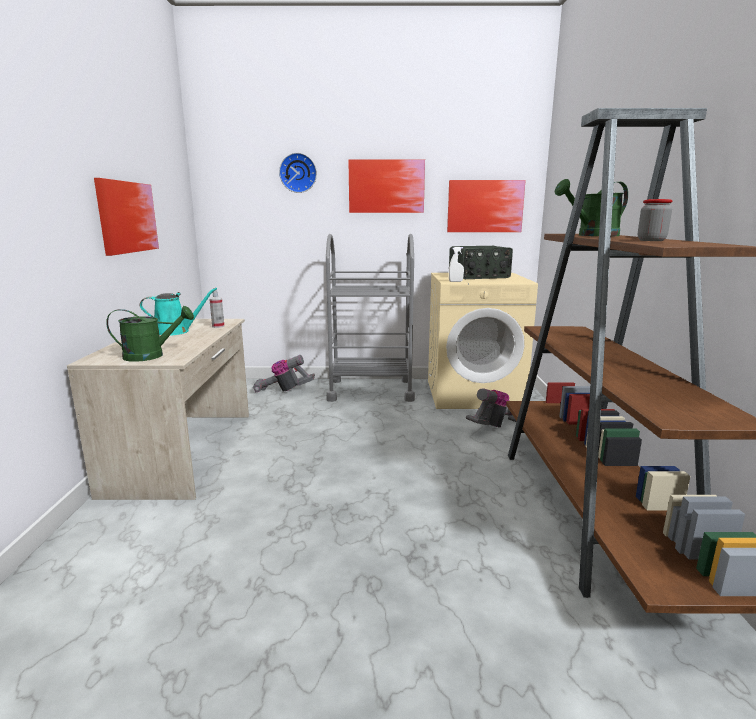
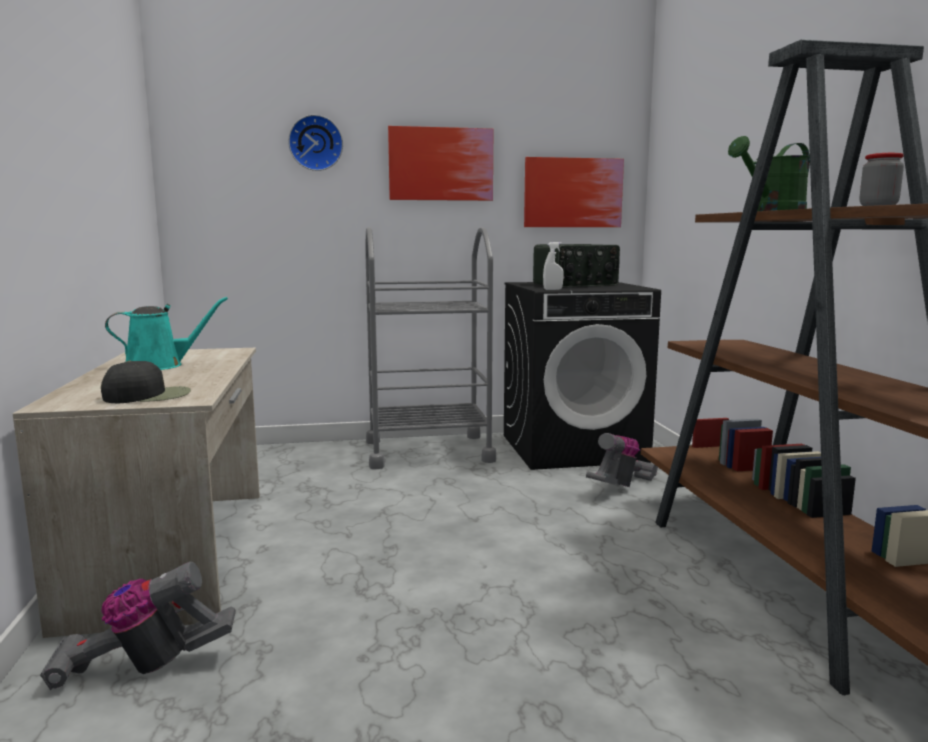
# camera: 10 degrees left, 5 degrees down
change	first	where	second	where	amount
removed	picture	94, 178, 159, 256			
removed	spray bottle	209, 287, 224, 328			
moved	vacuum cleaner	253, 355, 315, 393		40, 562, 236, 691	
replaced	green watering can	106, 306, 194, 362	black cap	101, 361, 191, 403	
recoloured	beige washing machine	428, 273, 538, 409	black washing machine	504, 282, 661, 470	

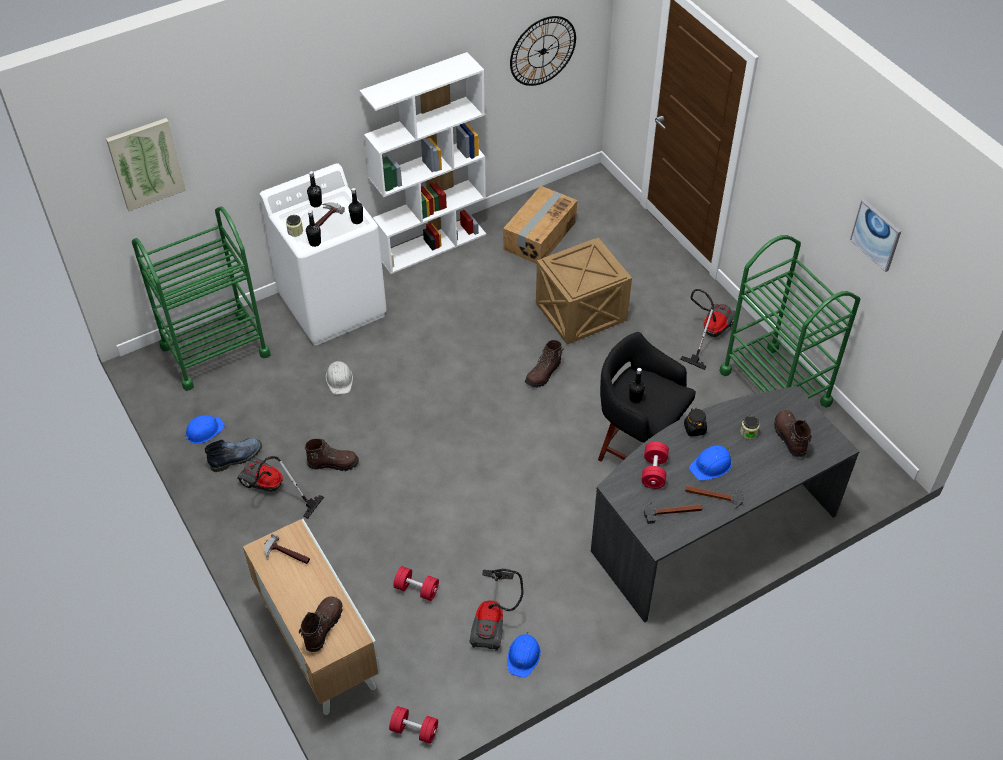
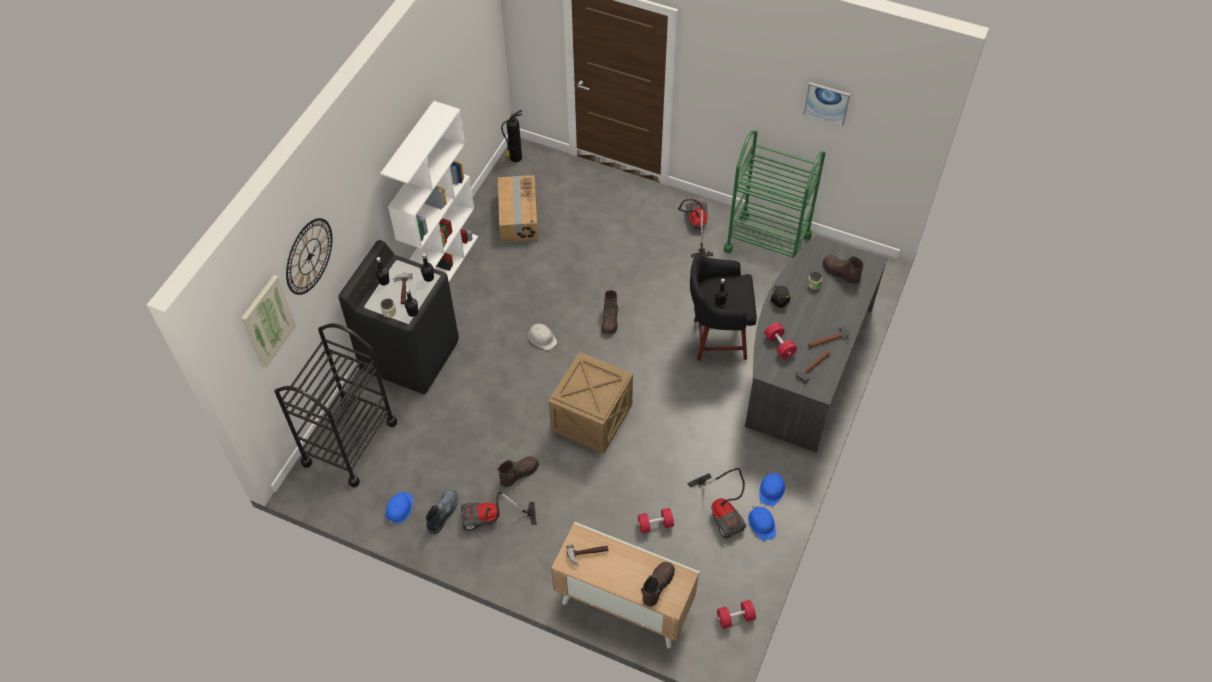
# camera: 35 degrees left, 5 degrees up
change	first	where	second	where	amount
added			fire extinguisher	501, 110, 523, 162	
moved	white hard hat	326, 361, 353, 395		528, 324, 558, 350	
moved	wall clock	510, 16, 576, 86		286, 218, 332, 295	
moved	crate	536, 237, 632, 344		549, 352, 633, 454	
moved	blue hard hat	689, 445, 732, 481		759, 472, 785, 506	
recoloured	green cart	132, 206, 271, 391	black cart	274, 323, 397, 487	
recoloured	white washing machine	259, 163, 387, 346	black washing machine	338, 240, 459, 394	
turned	brown boot	299, 596, 343, 652		641, 562, 675, 607	45 degrees clockwise

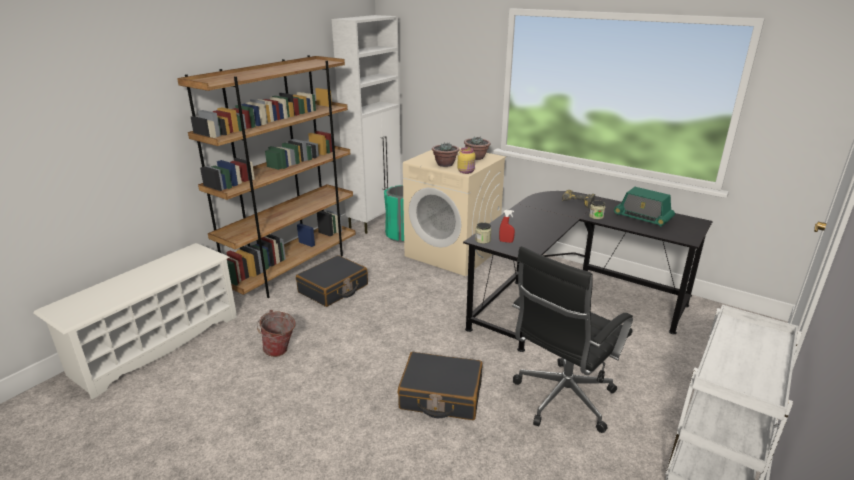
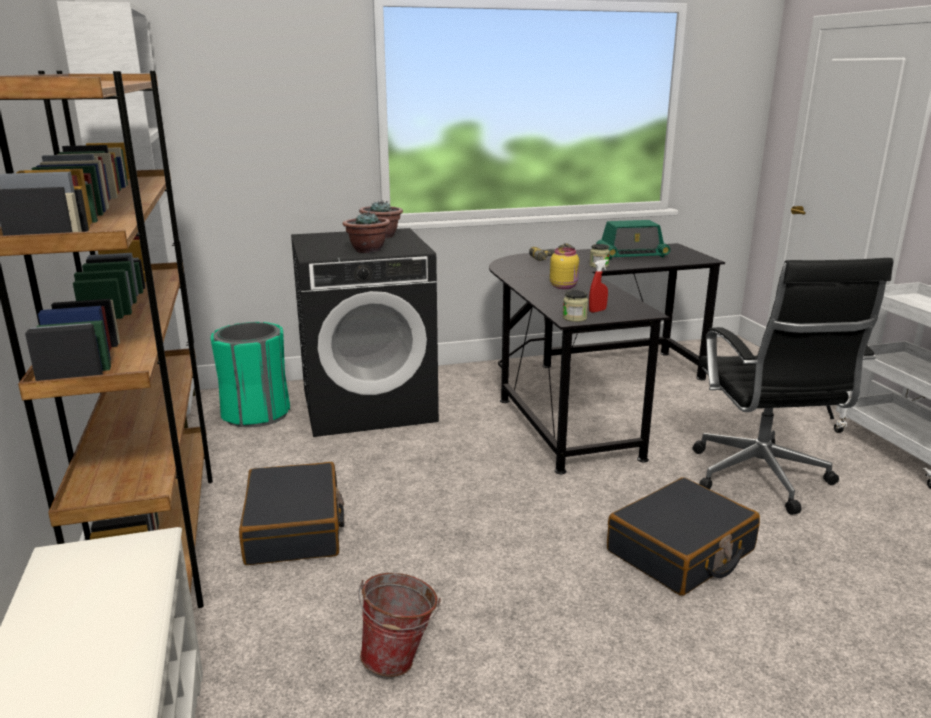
# camera: 50 degrees left, 5 degrees down
change	first	where	second	where	amount
moved	yellow jar	458, 147, 475, 174		550, 247, 579, 289	
recoloured	beige washing machine	403, 148, 506, 276	black washing machine	291, 228, 439, 437	

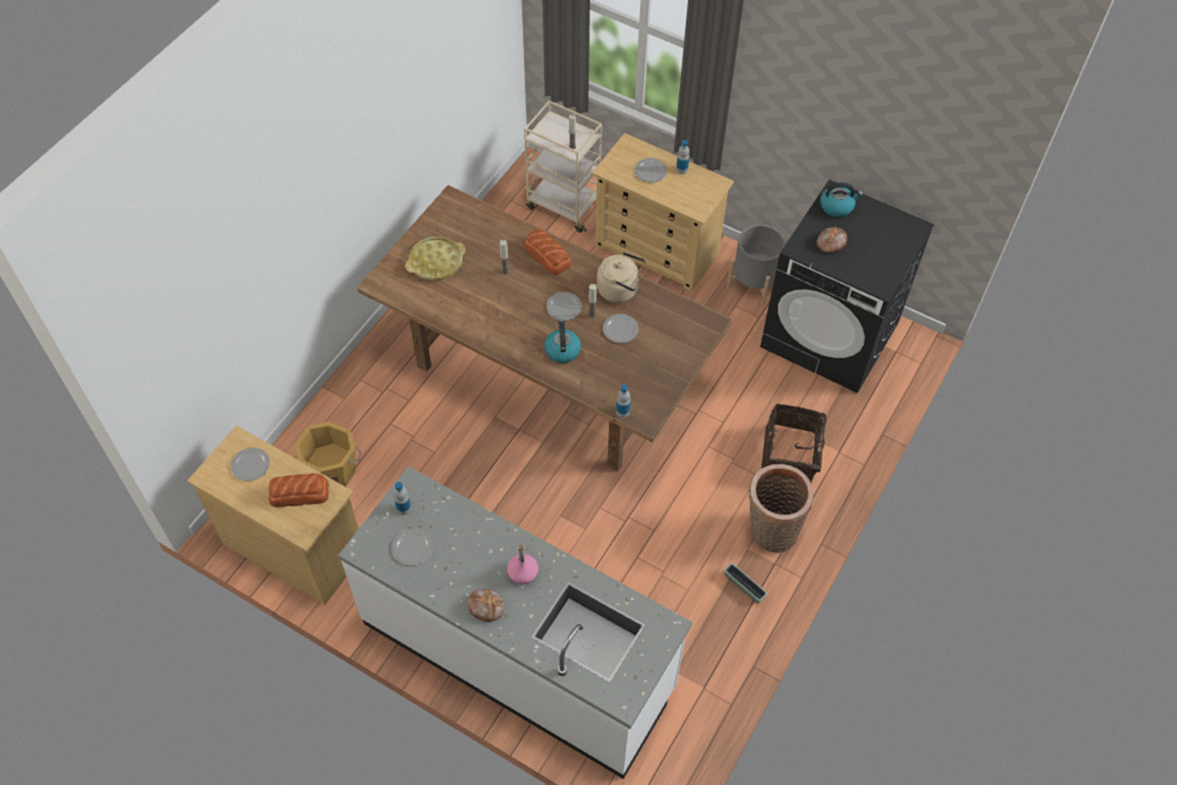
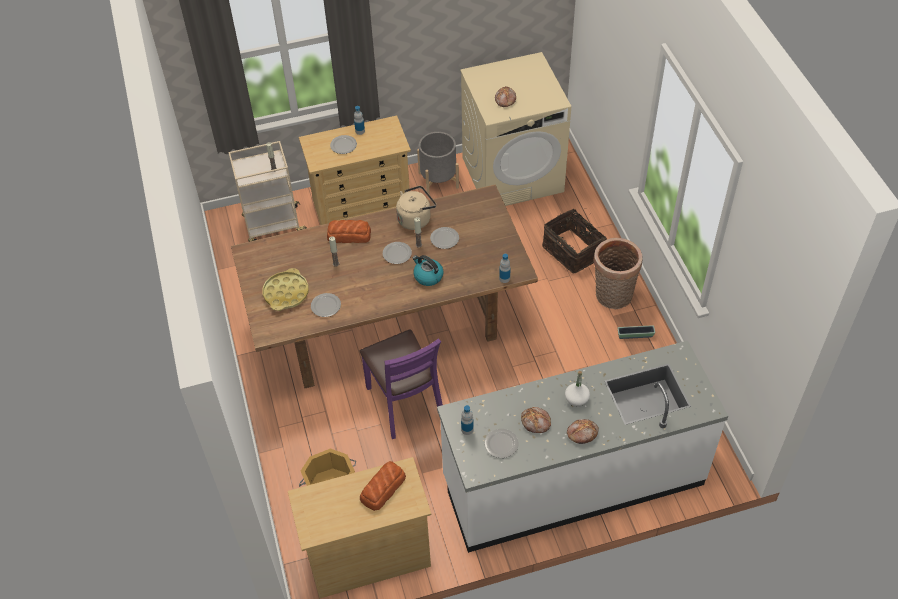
# camera: 45 degrees left, 5 degrees down
change	first	where	second	where	amount
removed	kettle	820, 182, 863, 217			
added			purple chair	359, 329, 443, 439	
added			bread	521, 407, 551, 433	
moved	plate	231, 448, 270, 481		311, 293, 341, 317	
recoloured	pink bottle	507, 545, 538, 584	white bottle	565, 371, 590, 407	
recoloured	black washing machine	760, 180, 934, 393	beige washing machine	460, 52, 571, 206	

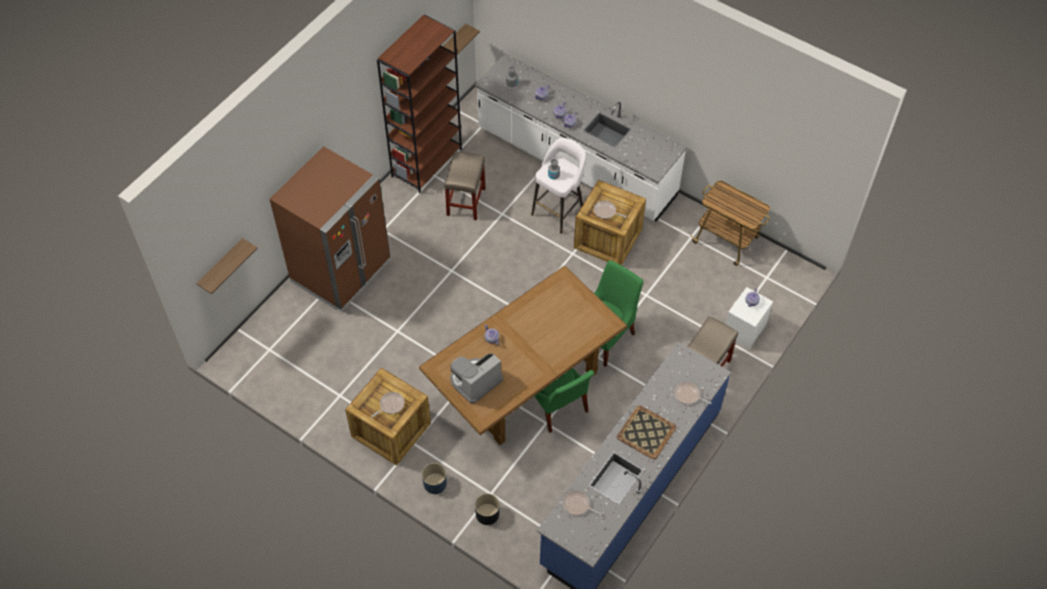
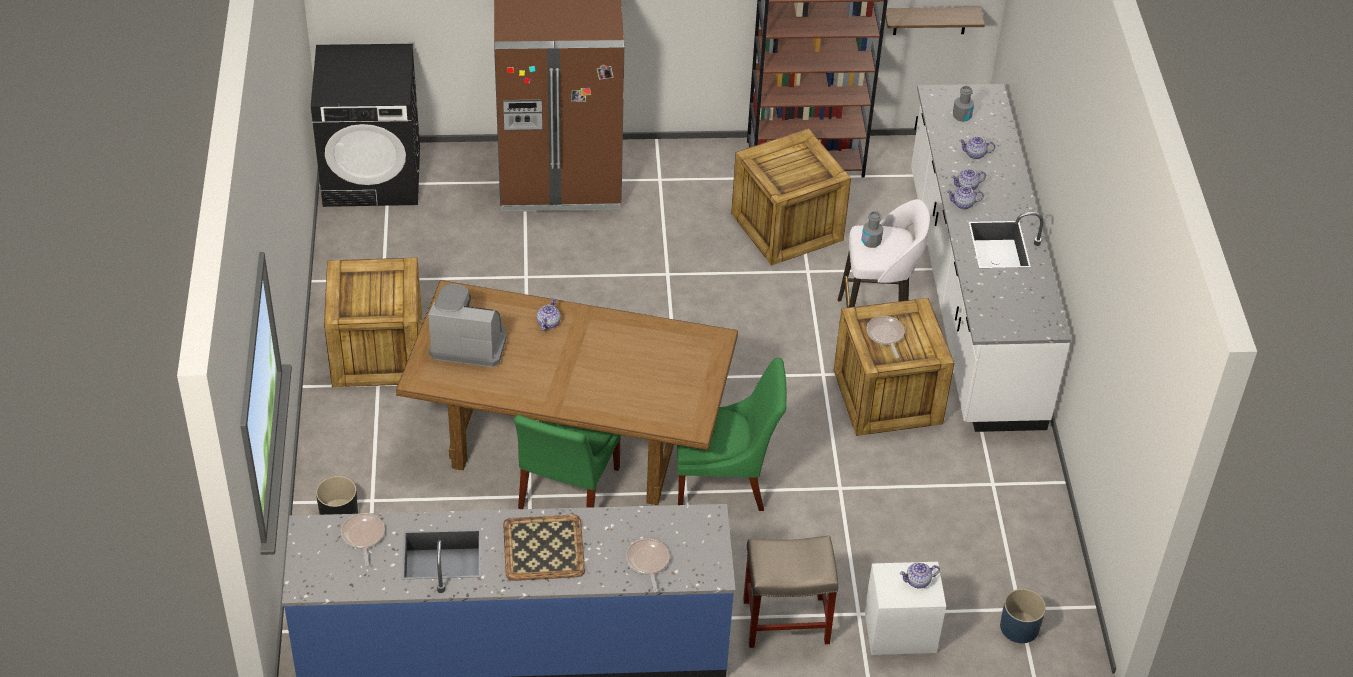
# camera: 50 degrees right, 10 degrees down
change	first	where	second	where	amount
removed	shelf	196, 238, 258, 294			
removed	frying pan	371, 392, 404, 418			
removed	cart	690, 181, 770, 266			
added			black washing machine	311, 44, 420, 207	
moved	blue planter	422, 463, 447, 494		1000, 589, 1046, 643	
replaced	beige stool	444, 152, 485, 220	crate	731, 128, 851, 266	

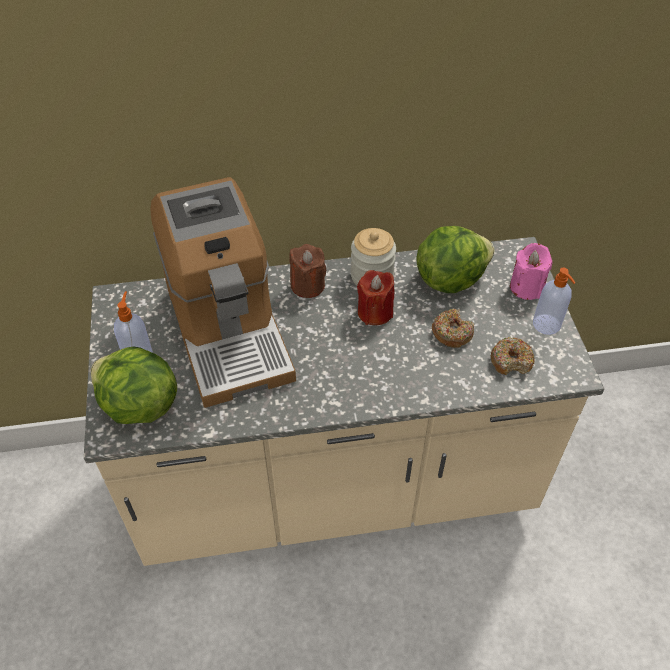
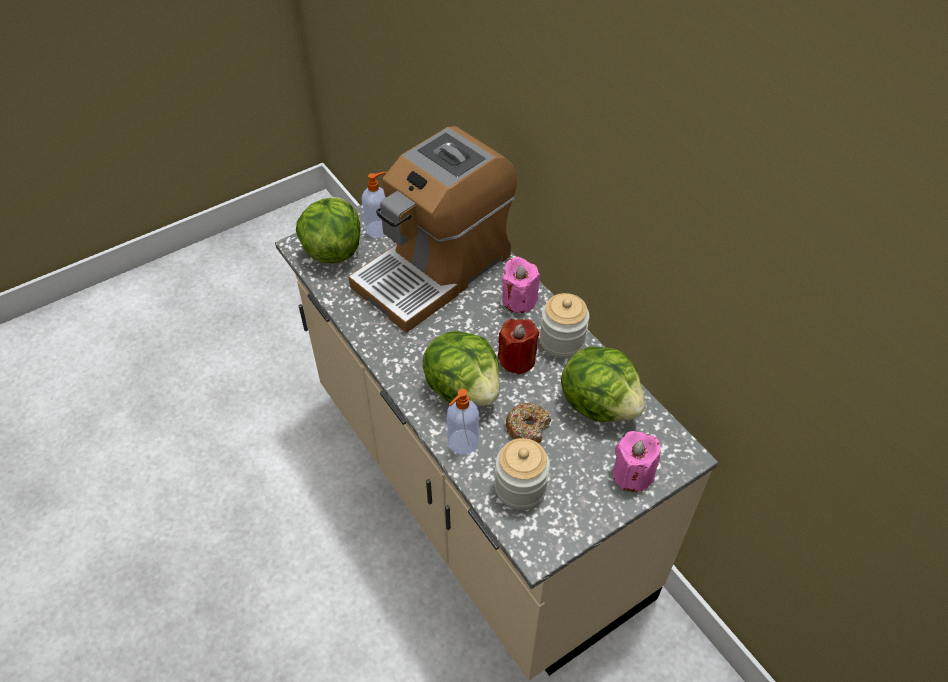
# camera: 65 degrees right, 0 degrees up
change	first	where	second	where	amount
added			lettuce	423, 331, 500, 406	
moved	soap dispenser	533, 268, 576, 335		447, 389, 479, 455	
replaced	donut	491, 337, 535, 375	jar	495, 438, 550, 510	
recoloured	brown candle	289, 244, 327, 298	pink candle	502, 257, 540, 313	

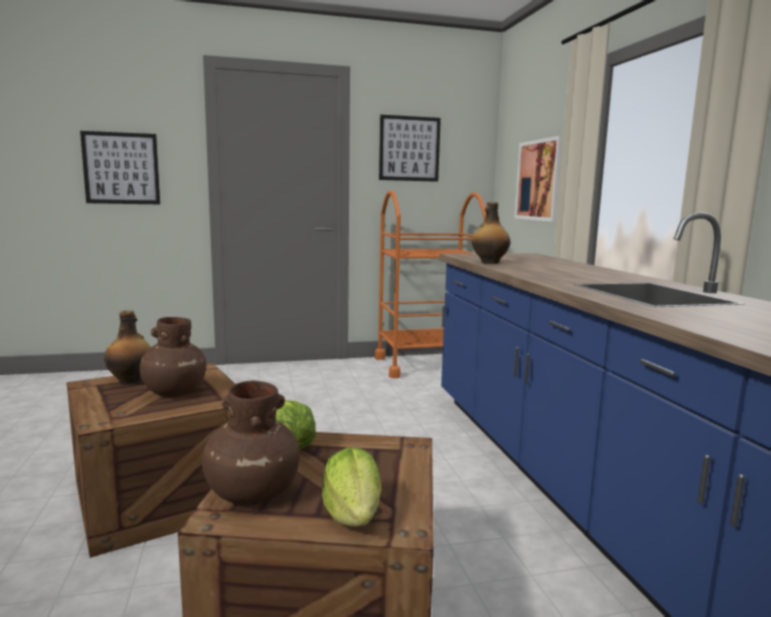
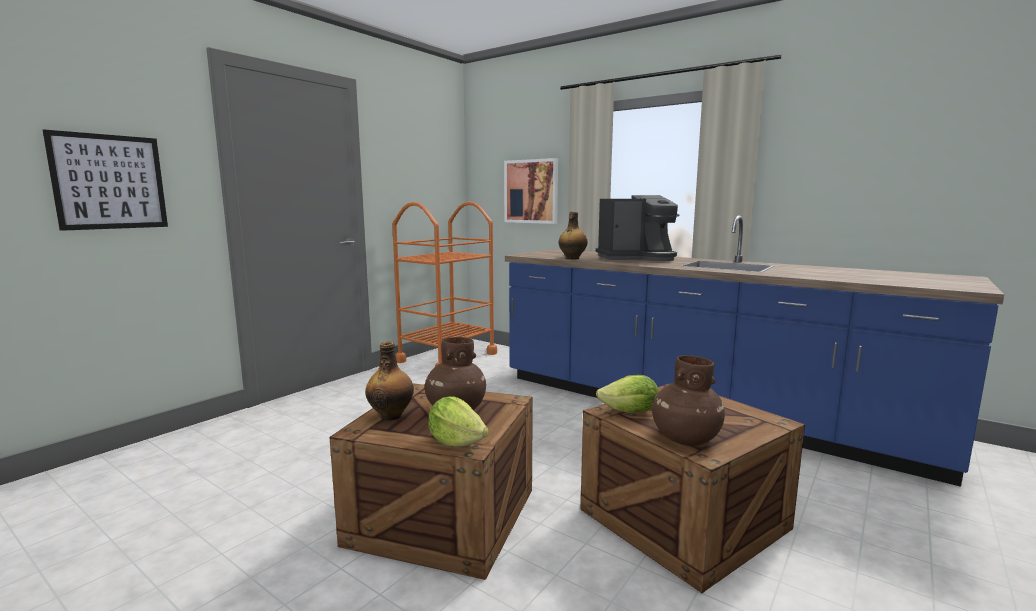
# camera: 40 degrees left, 0 degrees up
change	first	where	second	where	amount
removed	picture	379, 115, 441, 182			
added			coffee machine	596, 195, 679, 261	
moved	lettuce	322, 447, 382, 527		428, 396, 489, 447	

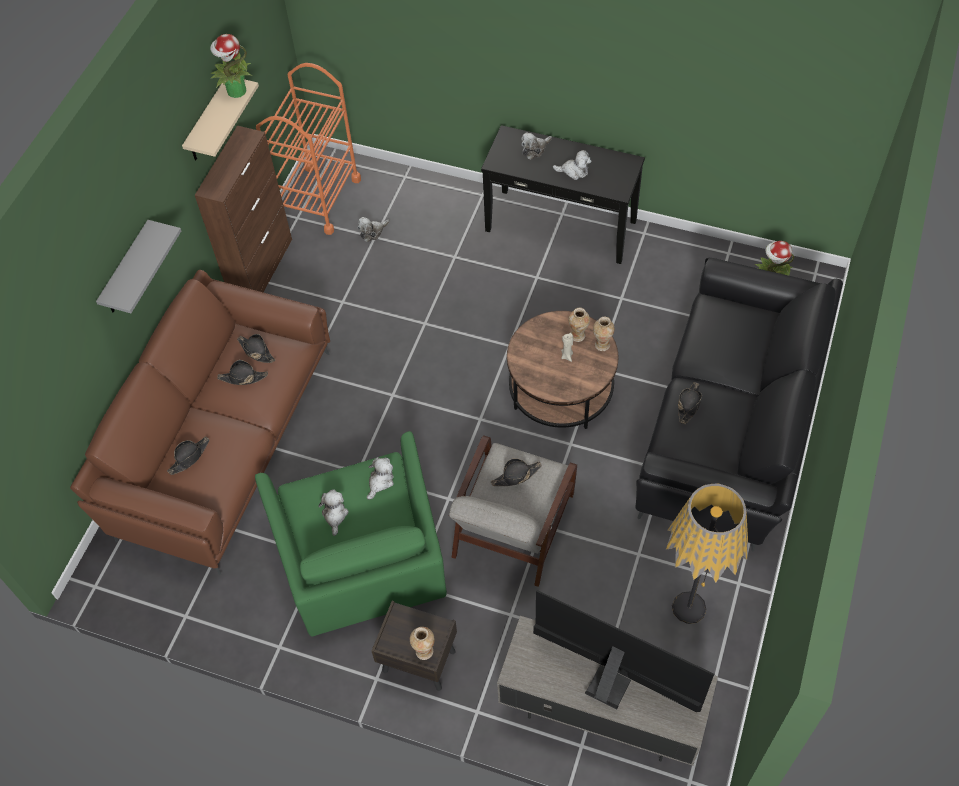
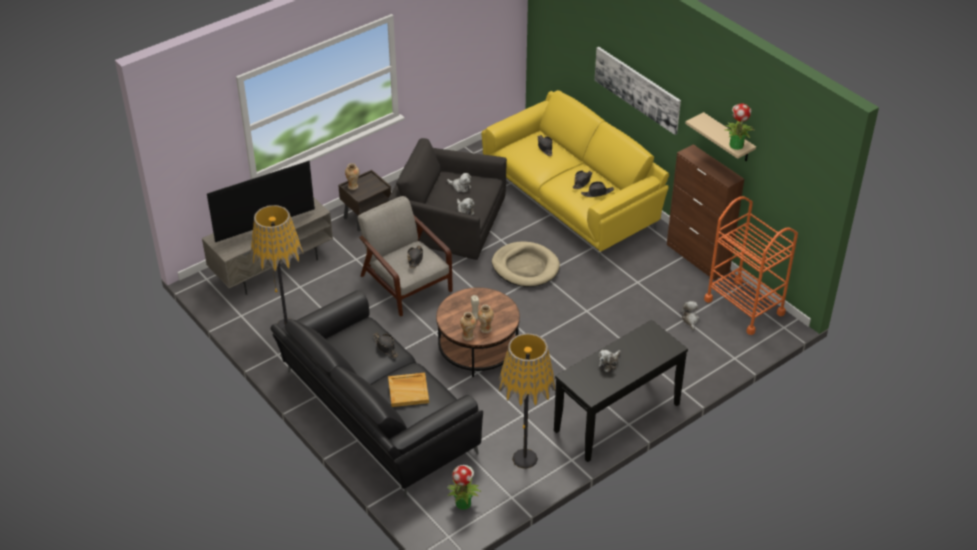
# camera: 120 degrees right, 15 degrees down
change	first	where	second	where	amount
removed	plush toy	521, 132, 552, 160			
added			beige tray	388, 373, 429, 407	
added			beige dog bed	492, 241, 560, 287	
added			floor lamp	499, 333, 556, 469	
replaced	grey shelf	96, 220, 181, 313	picture	595, 47, 681, 135	
recoloured	brown sofa	70, 270, 330, 575	yellow sofa	481, 90, 669, 261	
recoloured	green armchair	255, 431, 447, 636	black armchair	388, 138, 507, 260	

